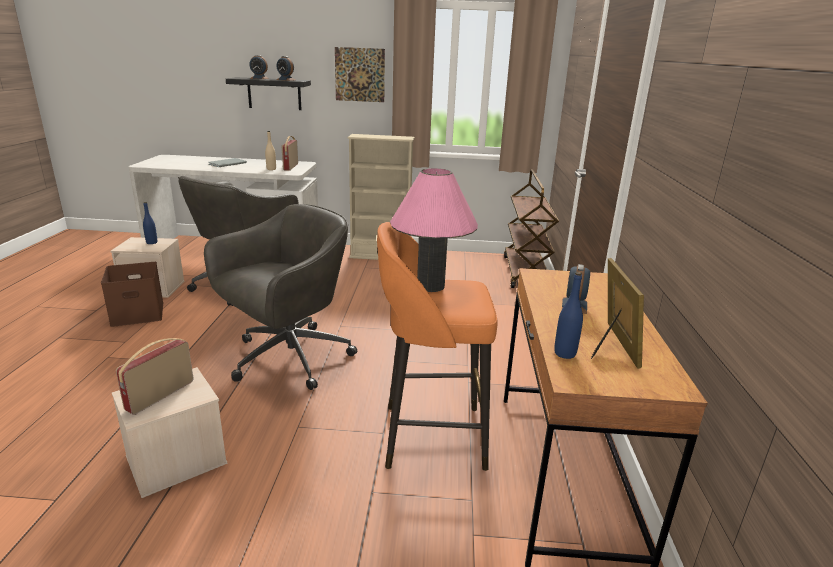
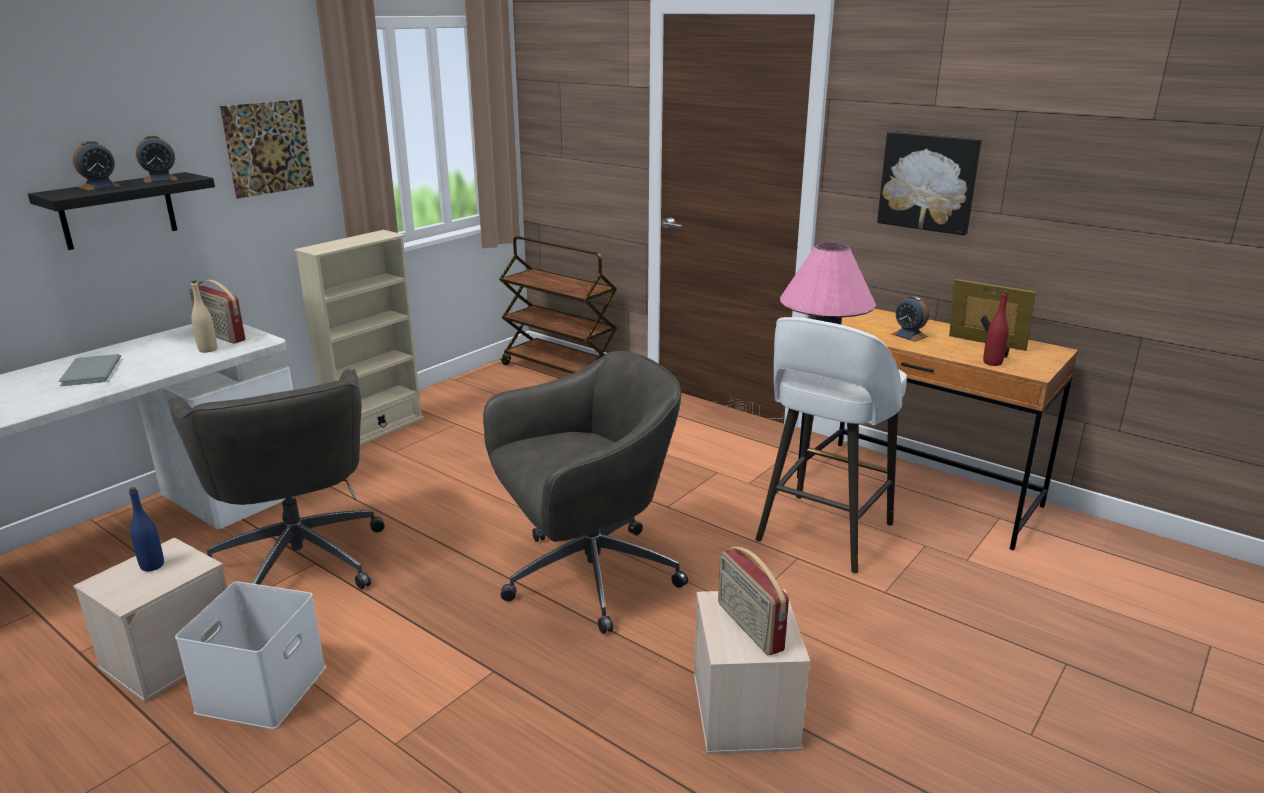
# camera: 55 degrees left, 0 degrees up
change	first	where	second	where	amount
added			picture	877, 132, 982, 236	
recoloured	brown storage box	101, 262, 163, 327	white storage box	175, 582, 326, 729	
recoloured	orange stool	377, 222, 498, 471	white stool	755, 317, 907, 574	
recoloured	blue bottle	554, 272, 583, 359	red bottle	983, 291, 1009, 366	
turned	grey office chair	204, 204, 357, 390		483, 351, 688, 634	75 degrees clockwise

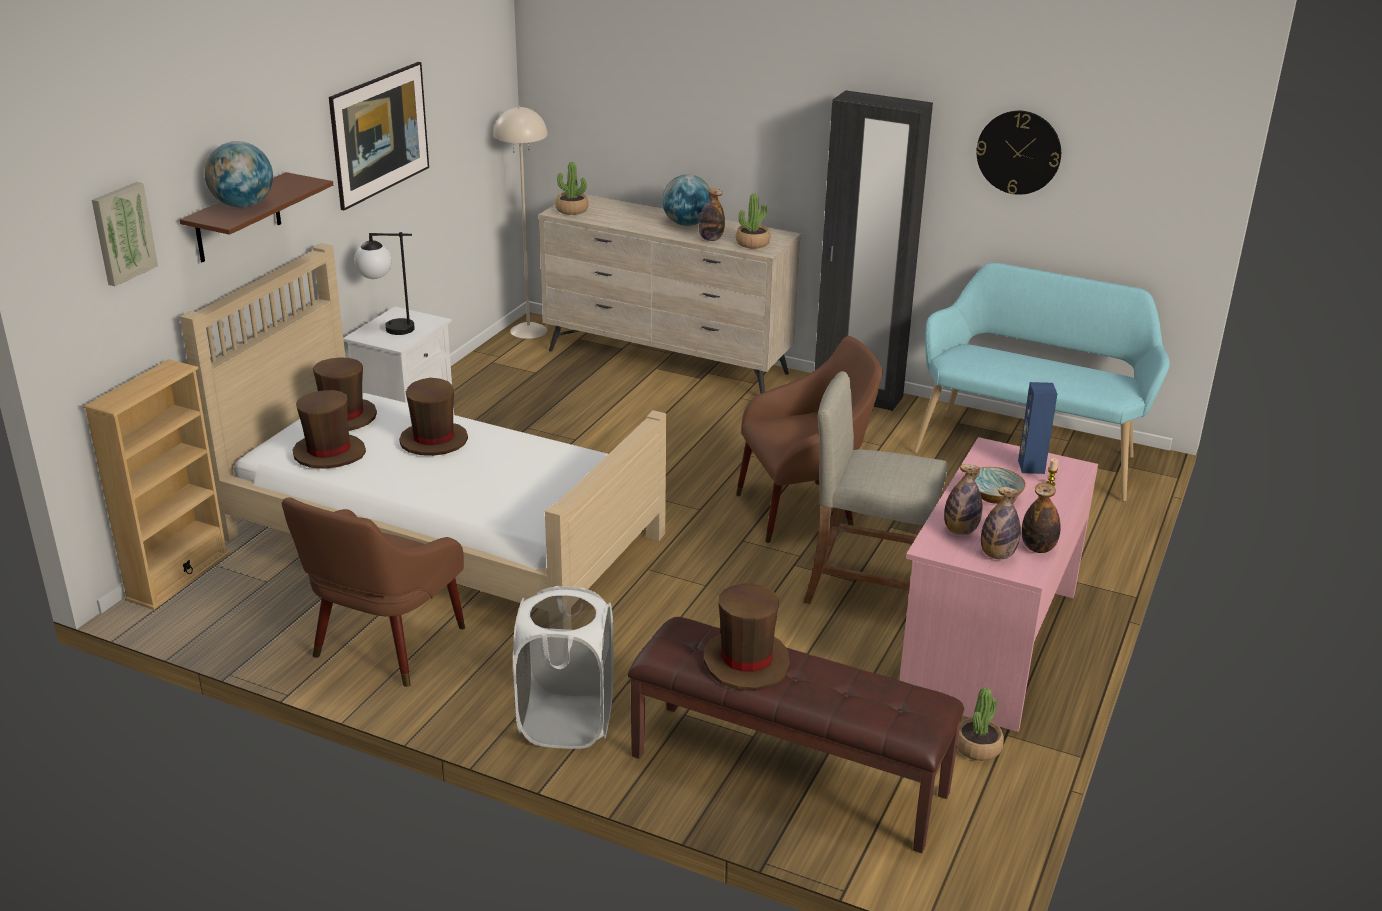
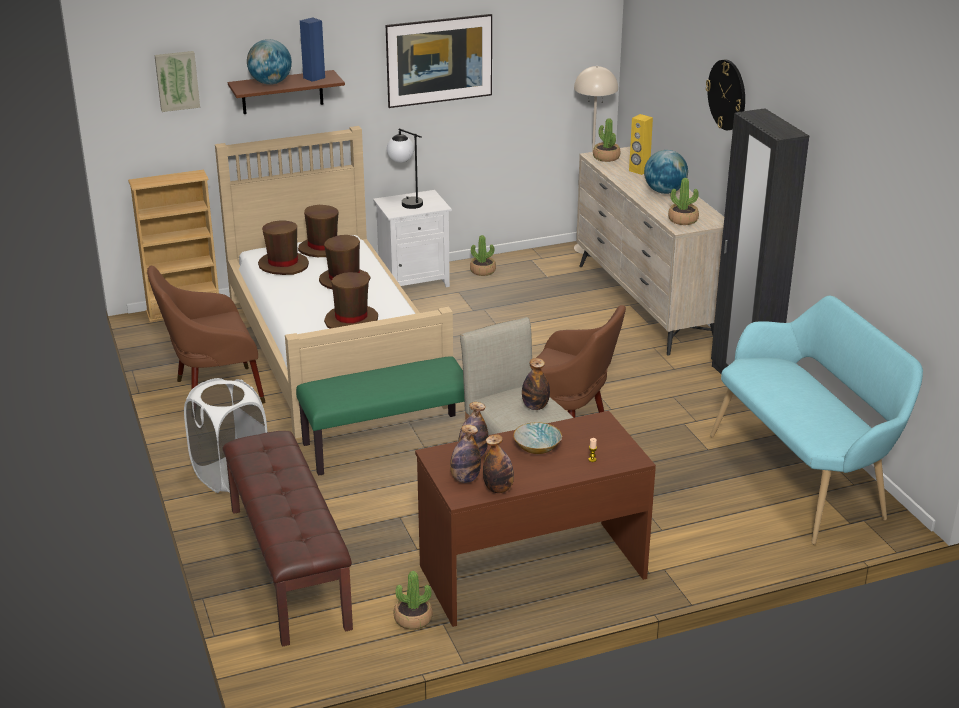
# camera: 45 degrees right, 0 degrees up
change	first	where	second	where	amount
added			green bench	296, 356, 464, 475	
added			potted plant	470, 235, 496, 276	
added			yellow speaker	629, 114, 653, 175	
moved	bottle	698, 189, 725, 241		522, 358, 550, 410	
moved	brown hat	704, 584, 790, 691		324, 272, 378, 329	
moved	wall clock	976, 111, 1061, 195		706, 60, 745, 130	
moved	blue speaker	1018, 382, 1057, 474		300, 17, 325, 82	
recoloured	pink desk	899, 437, 1098, 732	brown desk	415, 411, 656, 627	

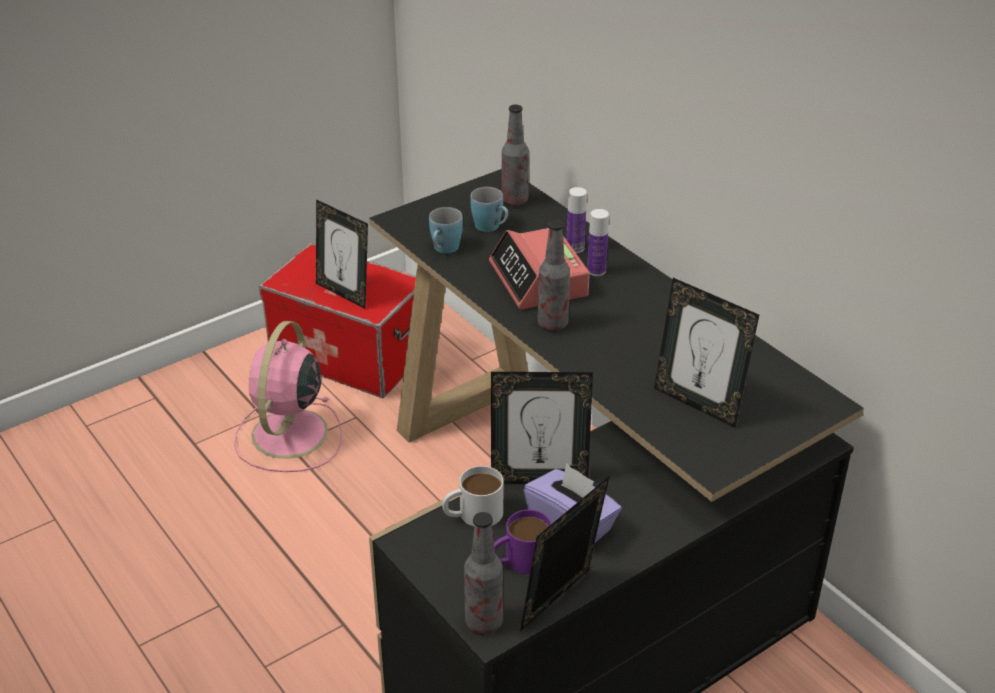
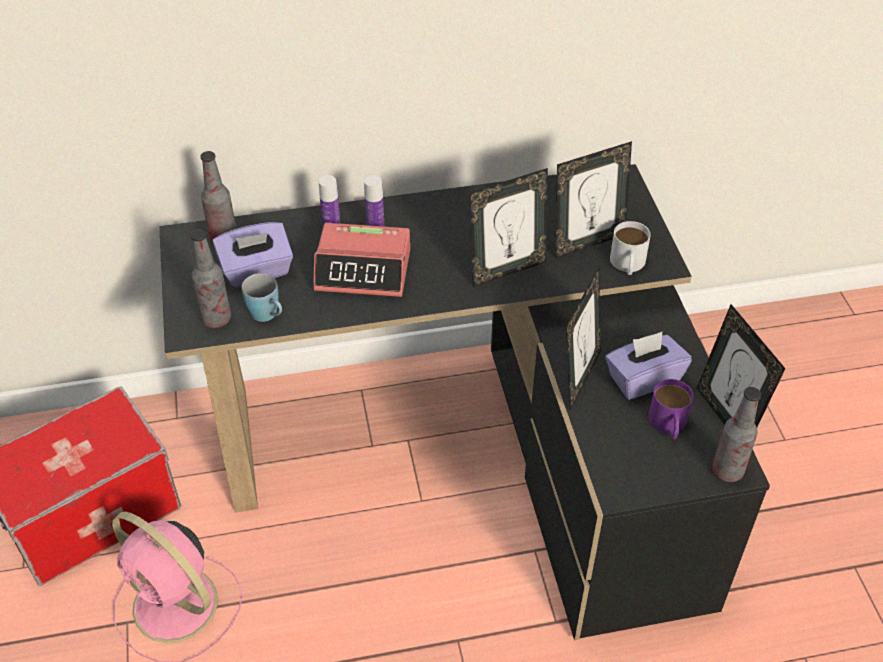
# camera: 65 degrees left, 10 degrees up
change	first	where	second	where	amount
moved	picture frame	316, 199, 368, 309		469, 168, 548, 287	
moved	white mug	442, 466, 503, 527		610, 221, 651, 275	
moved	bottle	537, 220, 570, 331		191, 229, 231, 328	
replaced	blue mug	470, 187, 509, 232	purple tissue box	213, 222, 293, 287	

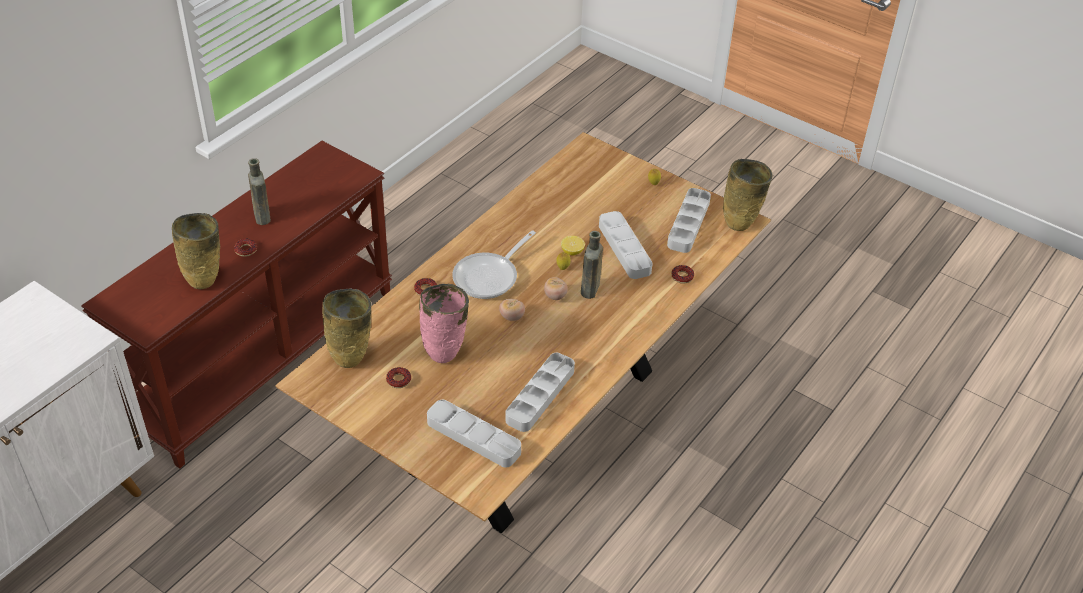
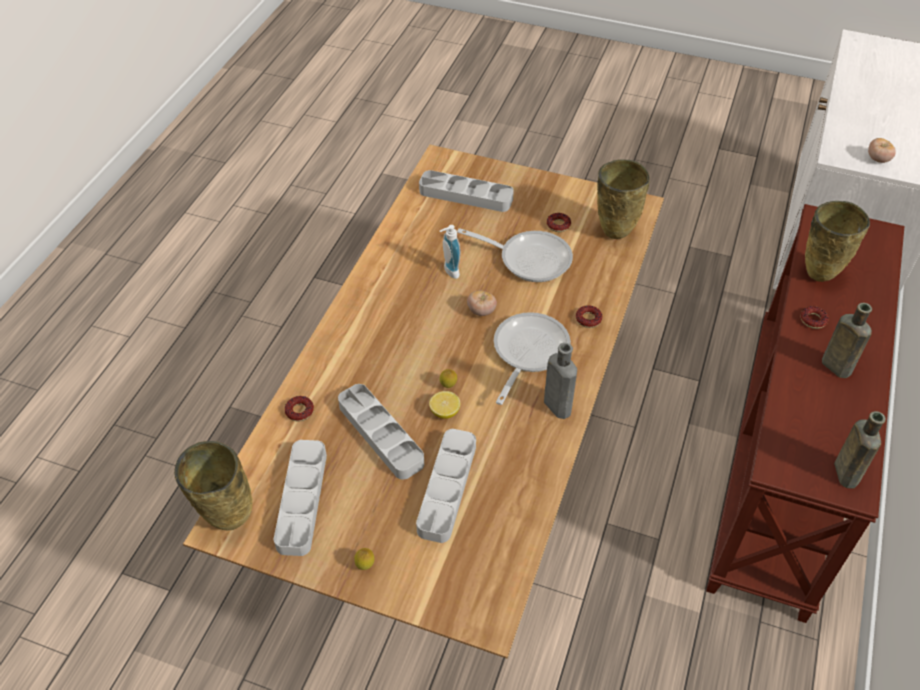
# camera: 165 degrees right, 5 degrees up
change	first	where	second	where	amount
added			soap dispenser	440, 225, 461, 279	
added			grey bottle	544, 343, 577, 419	
moved	grey tray	506, 353, 575, 432		416, 429, 476, 543	
moved	tomato	544, 277, 568, 300		868, 138, 896, 163	
moved	brown bottle	581, 231, 603, 299		834, 411, 886, 488	
replaced	pink vase	419, 284, 469, 363	frying pan	457, 228, 573, 282	

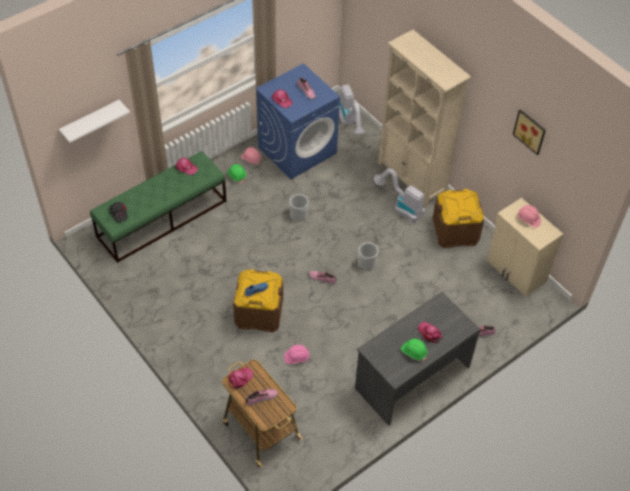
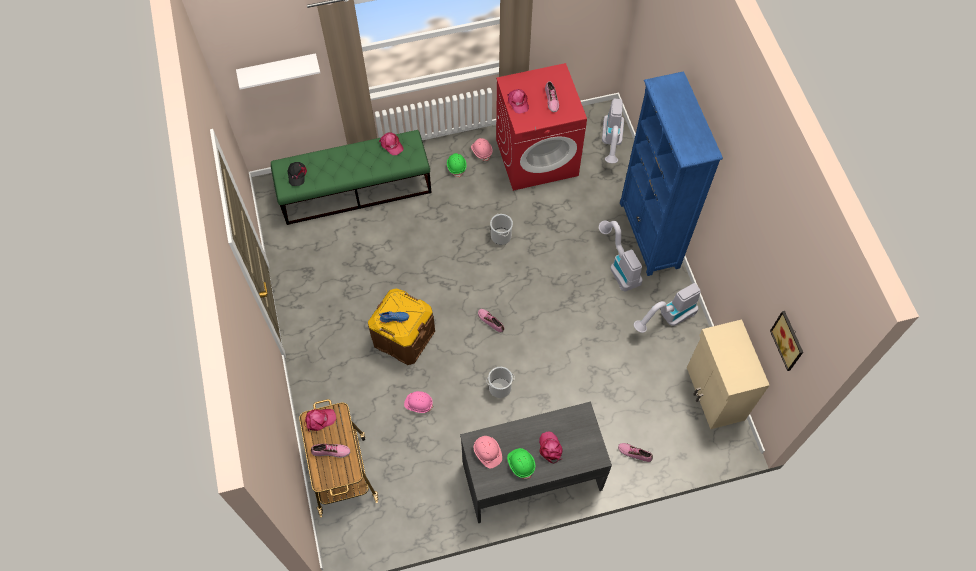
# camera: 25 degrees right, 10 degrees up
change	first	where	second	where	amount
moved	bucket	358, 242, 378, 271		486, 367, 515, 398	
moved	picture	513, 109, 546, 155		770, 311, 803, 371	
moved	pink hard hat	517, 205, 541, 228		474, 436, 502, 468	
replaced	brown storage box	433, 189, 484, 248	vacuum cleaner	634, 283, 701, 333	
recoloured	blue washing machine	255, 63, 340, 179	red washing machine	496, 63, 587, 191	
recoloured	beige bookcase	378, 30, 471, 207	blue bookcase	620, 71, 723, 276	

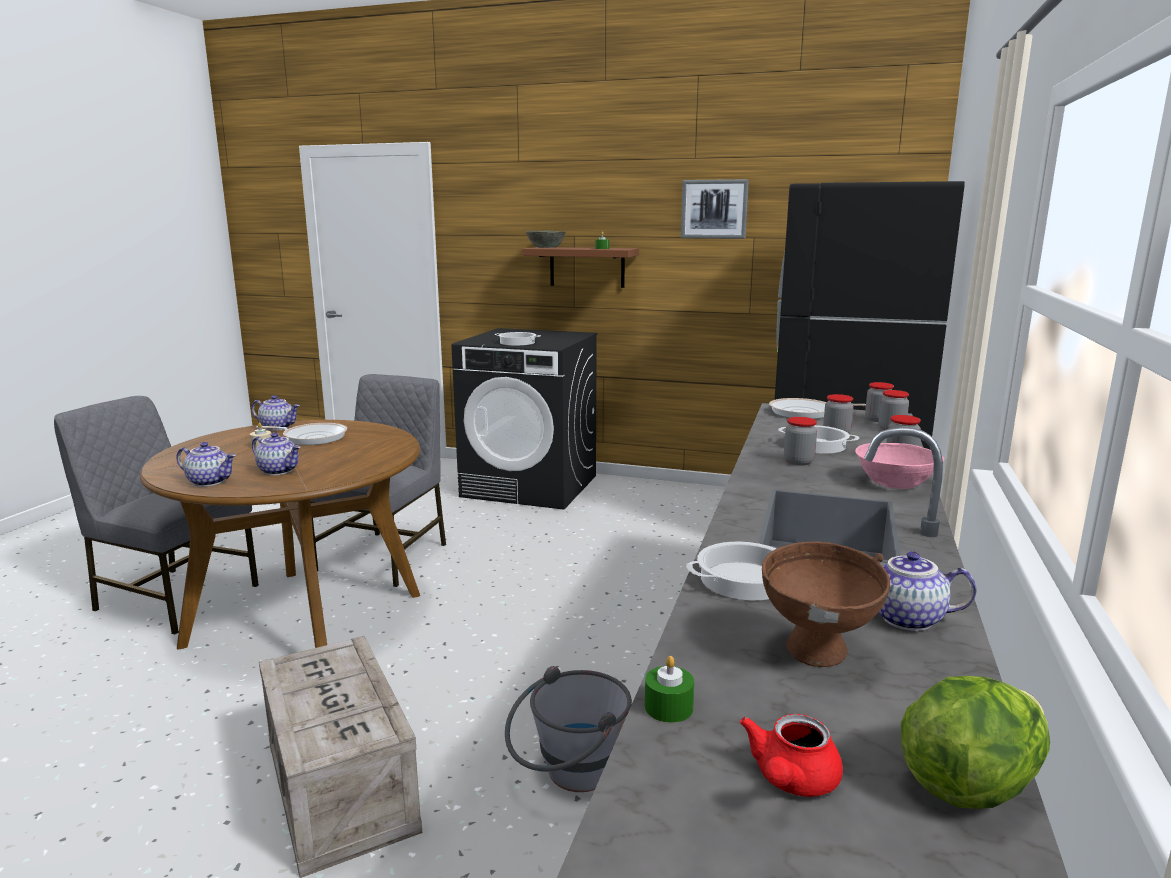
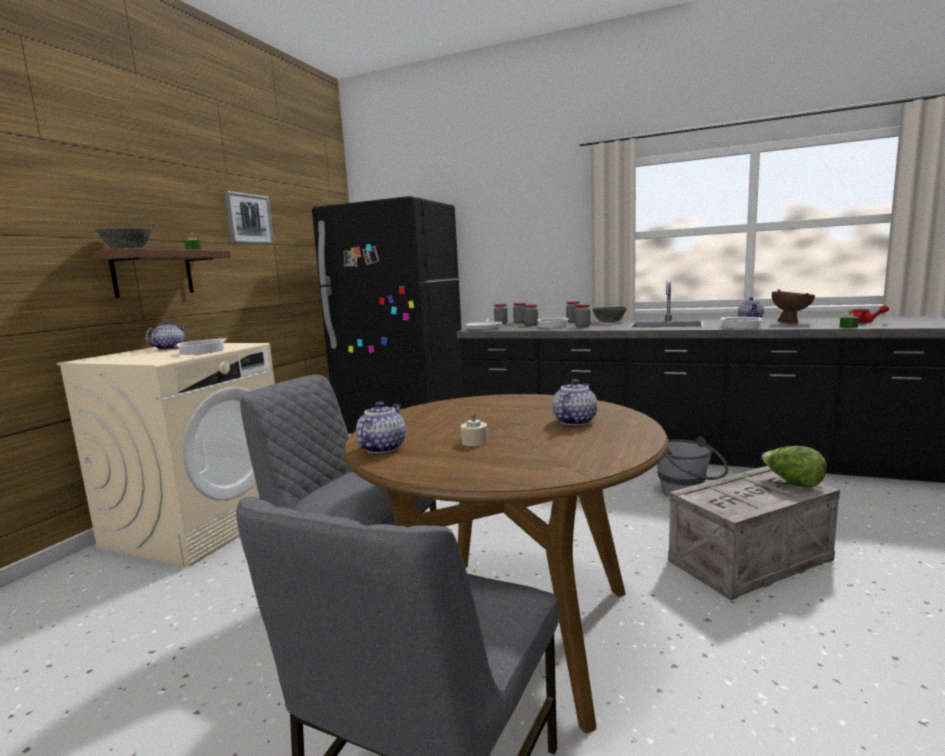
# camera: 85 degrees left, 5 degrees down
change	first	where	second	where	amount
removed	frying pan	256, 423, 347, 445			
moved	teapot	177, 442, 236, 487		146, 321, 186, 350	
moved	lettuce	901, 676, 1050, 809		762, 446, 826, 488	
recoloured	black washing machine	451, 328, 598, 510	beige washing machine	57, 343, 275, 567	
recoloured	pink bowl	855, 443, 944, 489	grey bowl	592, 307, 628, 323	

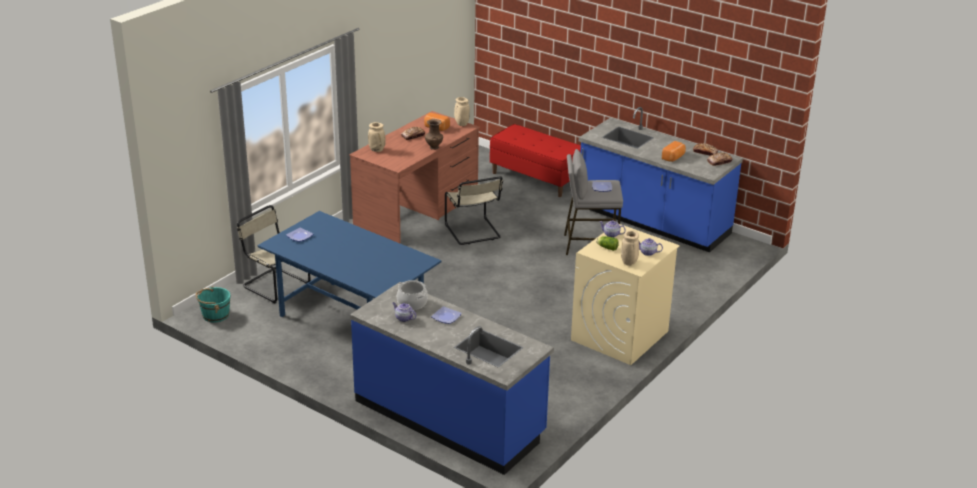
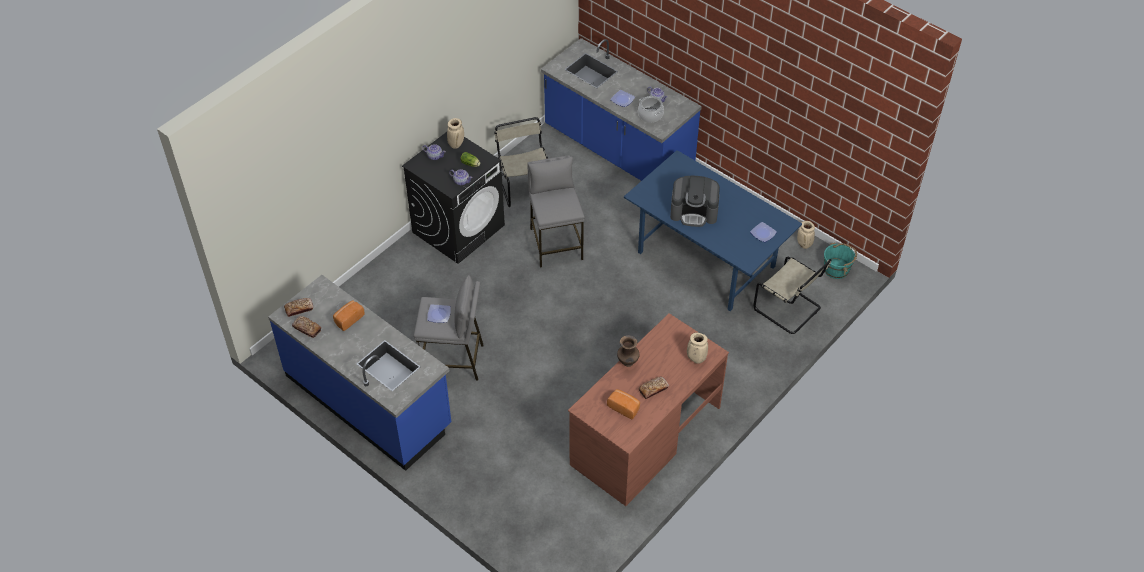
# camera: 175 degrees left, 20 degrees up
change	first	where	second	where	amount
removed	red bench	490, 124, 581, 197			
added			grey stool	527, 155, 585, 268	
added			coffee machine	670, 176, 720, 227	
moved	beige chair	445, 176, 503, 245		494, 117, 548, 207	
moved	beige vase	454, 97, 470, 126		797, 221, 815, 249	
recoloured	beige washing machine	571, 224, 680, 365	black washing machine	402, 132, 505, 264	

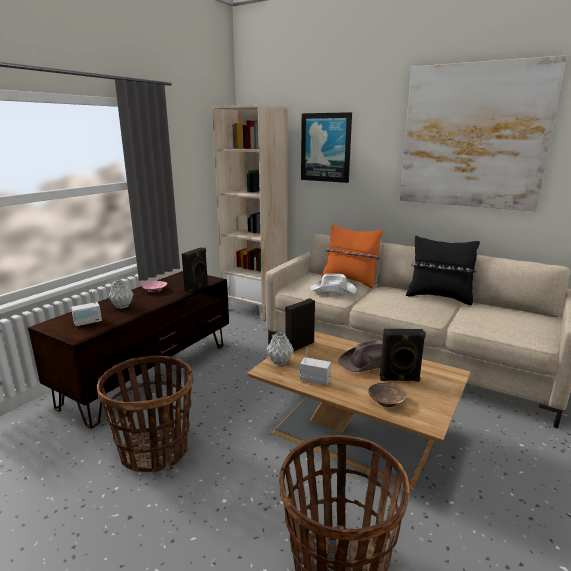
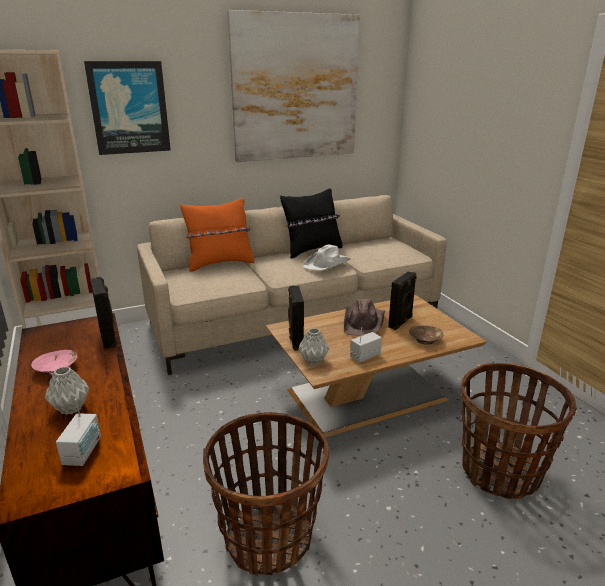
# camera: 55 degrees left, 5 degrees up
change	first	where	second	where	amount
moved	white hat	310, 274, 357, 294		303, 245, 351, 271	

